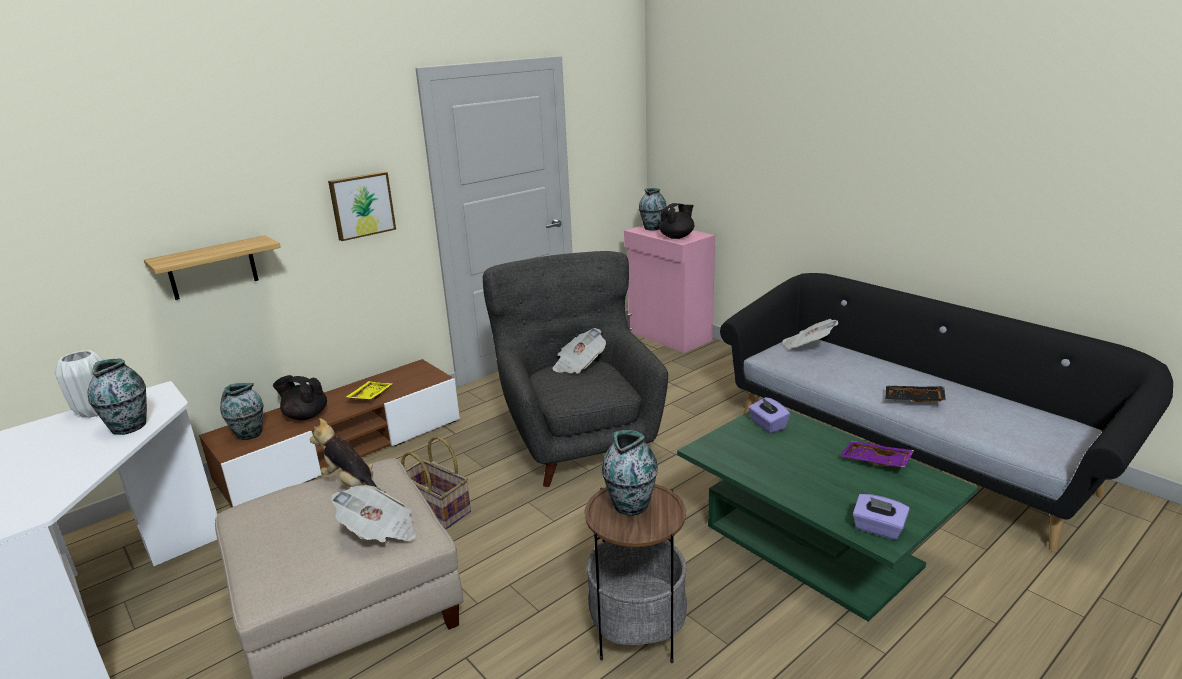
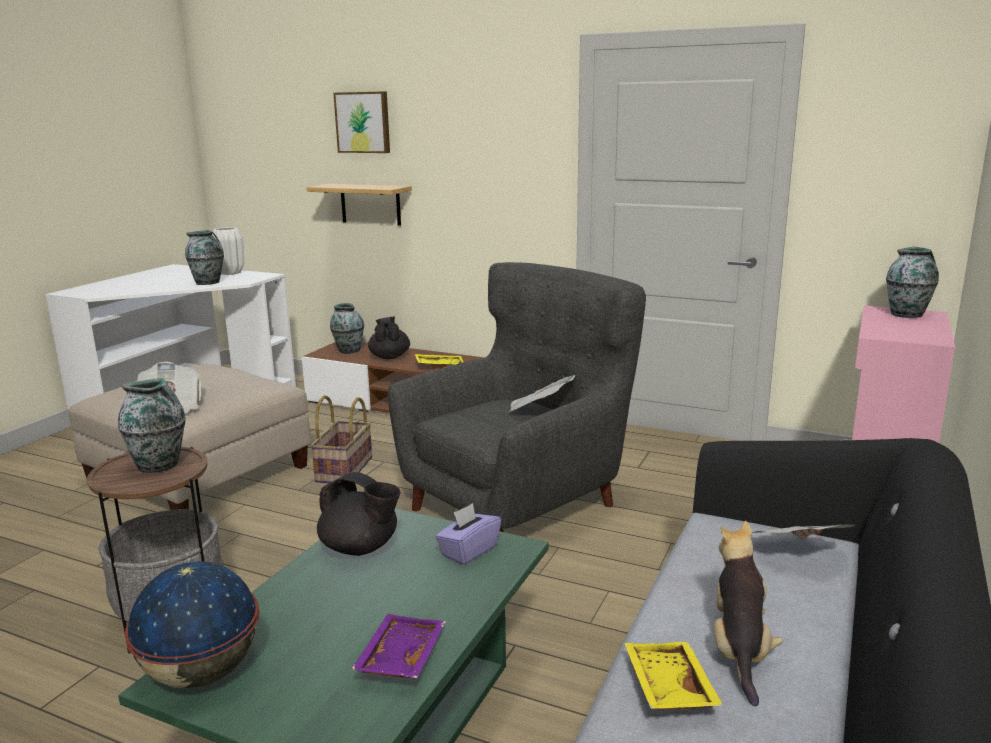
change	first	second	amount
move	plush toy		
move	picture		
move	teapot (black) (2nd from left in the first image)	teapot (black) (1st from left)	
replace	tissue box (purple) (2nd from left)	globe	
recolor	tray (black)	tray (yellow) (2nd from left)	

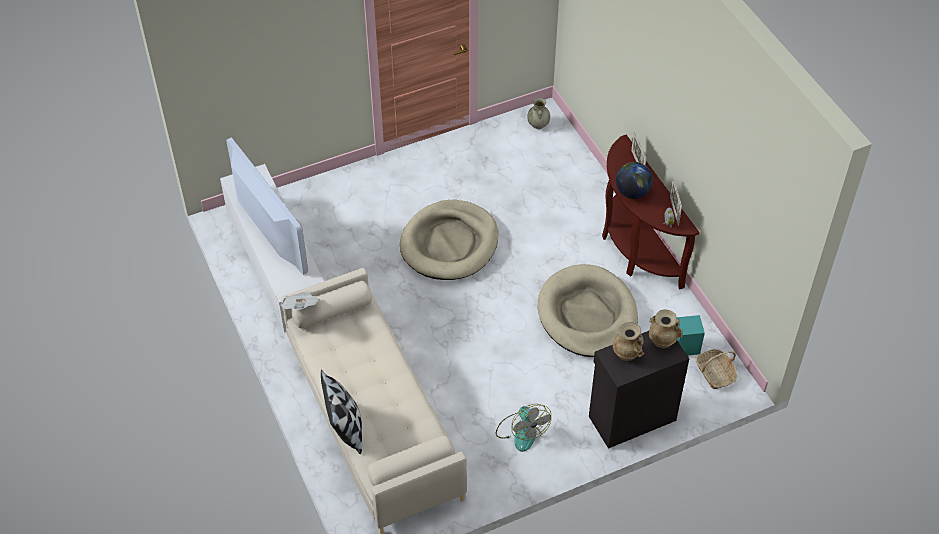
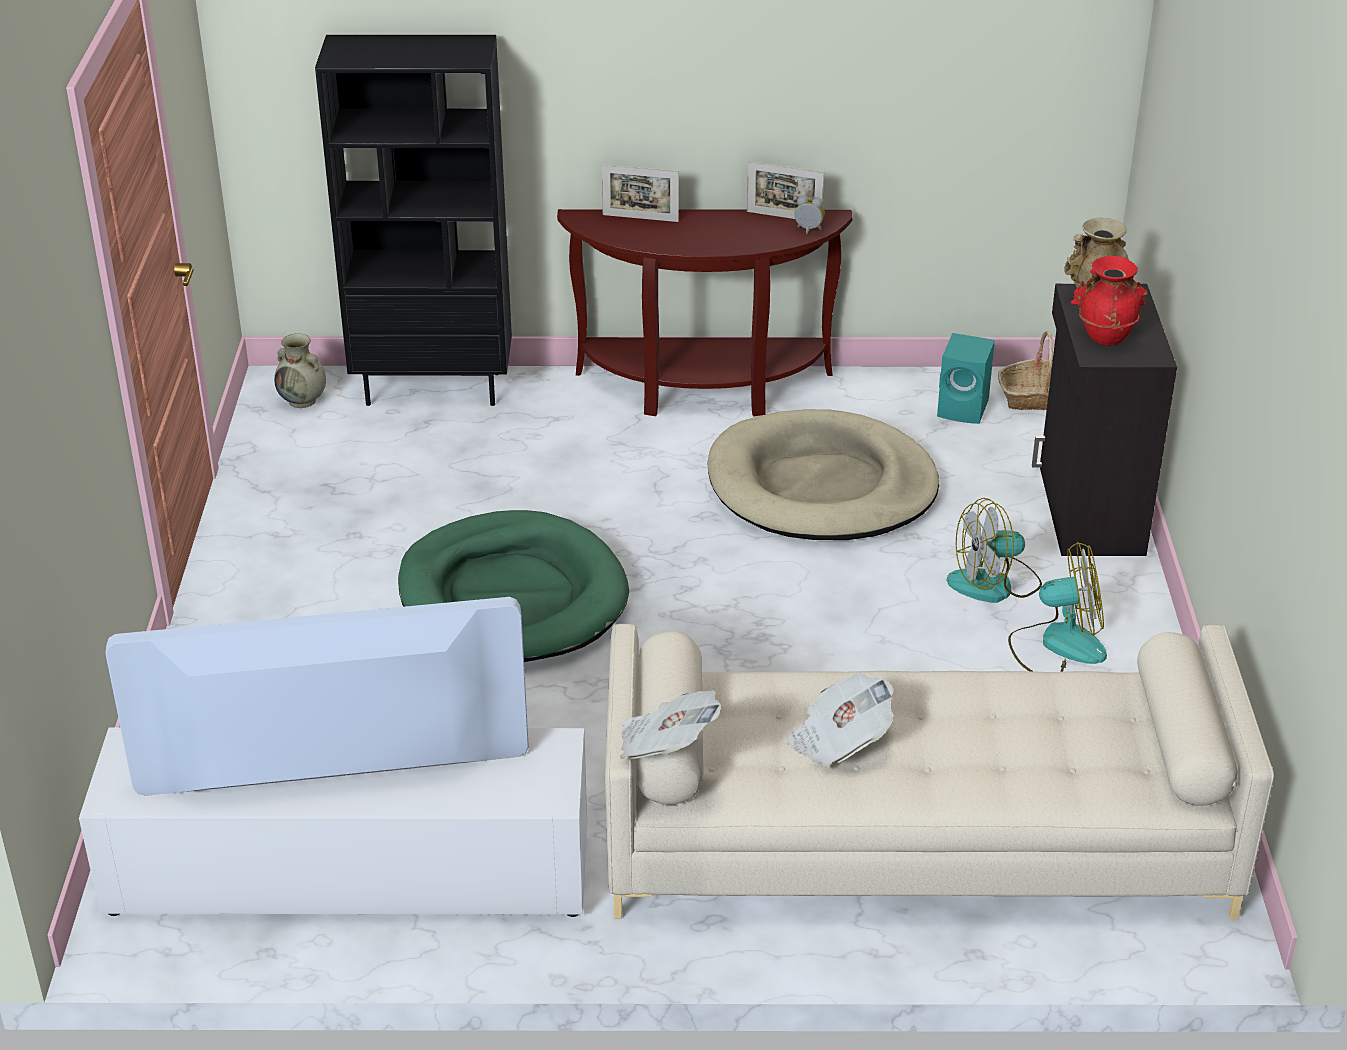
change	first	second	amount
delete	pillow		
recolor	dog bed (beige) (1st from left)	dog bed (green)	
recolor	vase (beige) (2nd from left)	vase (red)	
delete	globe		
insert		bookcase (black)	
insert		newspaper (2nd from left)	
insert		fan (1st from left)	

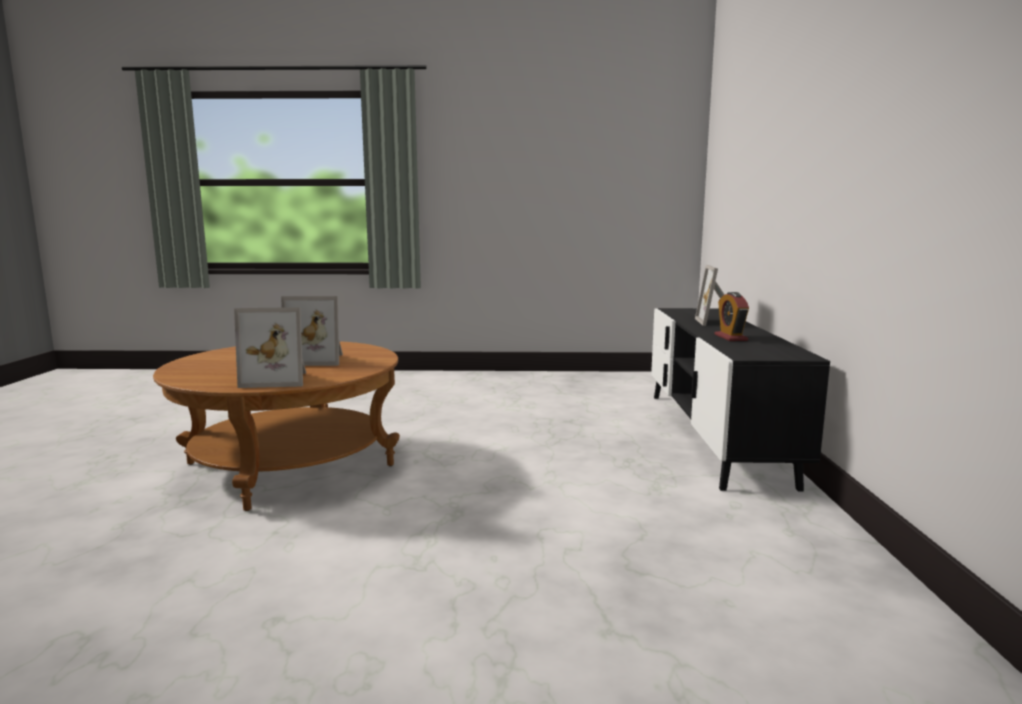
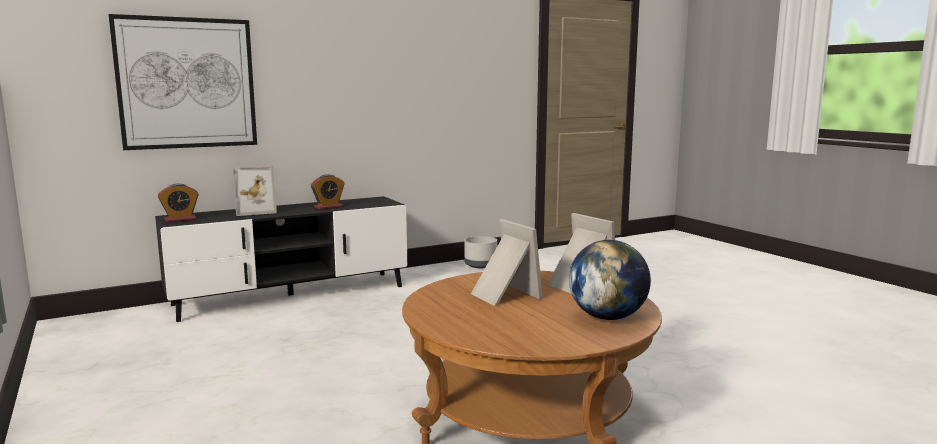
change	first	second	amount
insert		picture	
insert		alarm clock (1st from left)	
insert		planter (grey)	
insert		globe	

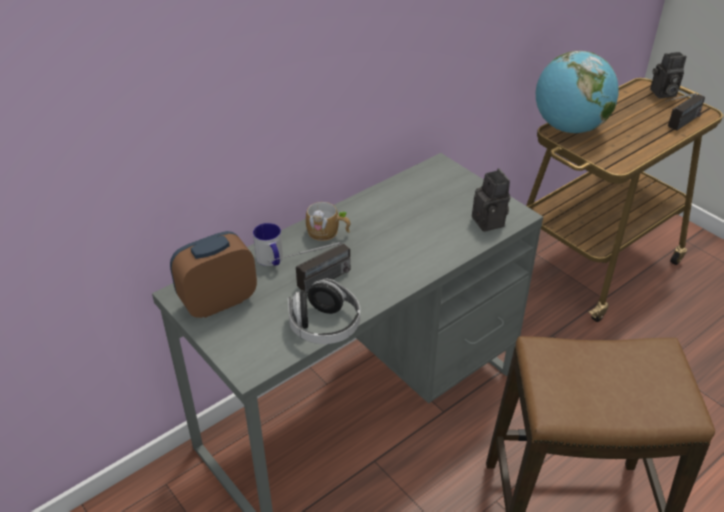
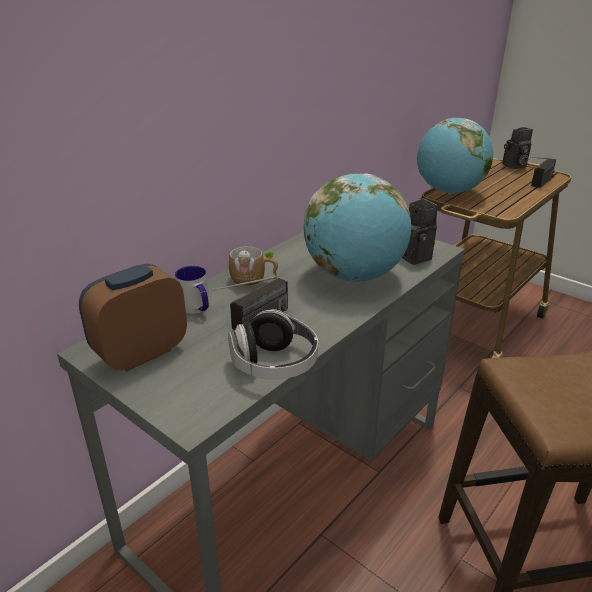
change	first	second	amount
insert		globe (1st from left)	

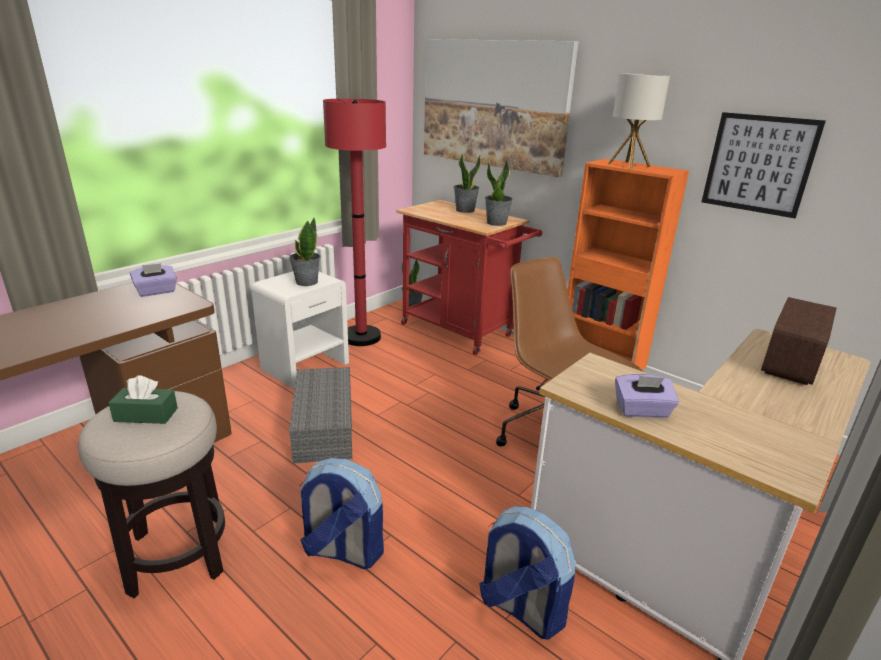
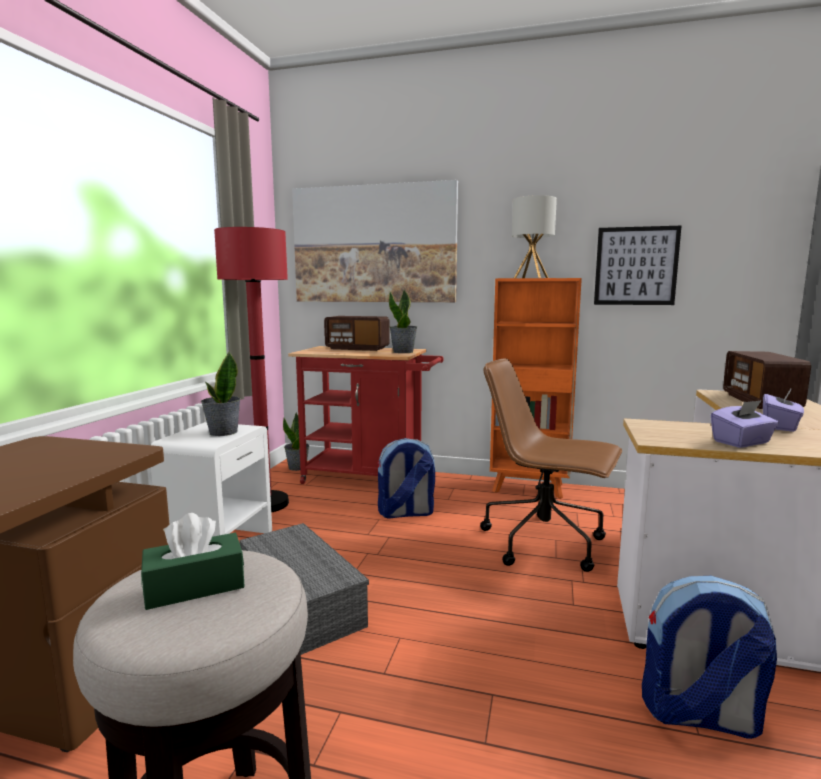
change	first	second	amount
move	tissue box (purple) (1st from left in the first image)	tissue box (purple) (2nd from left)	
move	backpack (1st from left)		
replace	potted plant (3rd from left)	radio (1st from left)	

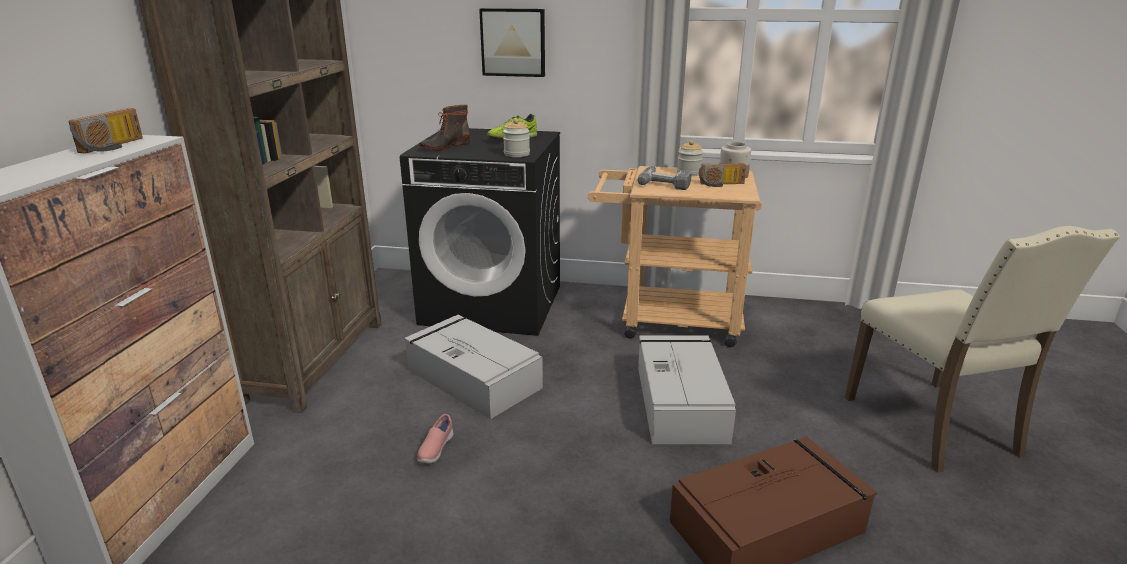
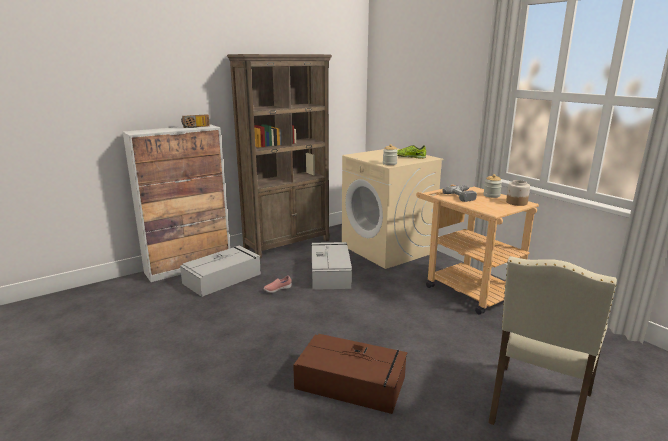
change	first	second	amount
recolor	washing machine (black)	washing machine (beige)	
delete	boot		
delete	picture		
move	storage box (grey) (2nd from left in the first image)	storage box (grey) (1st from left)	
delete	radio (2nd from left)		

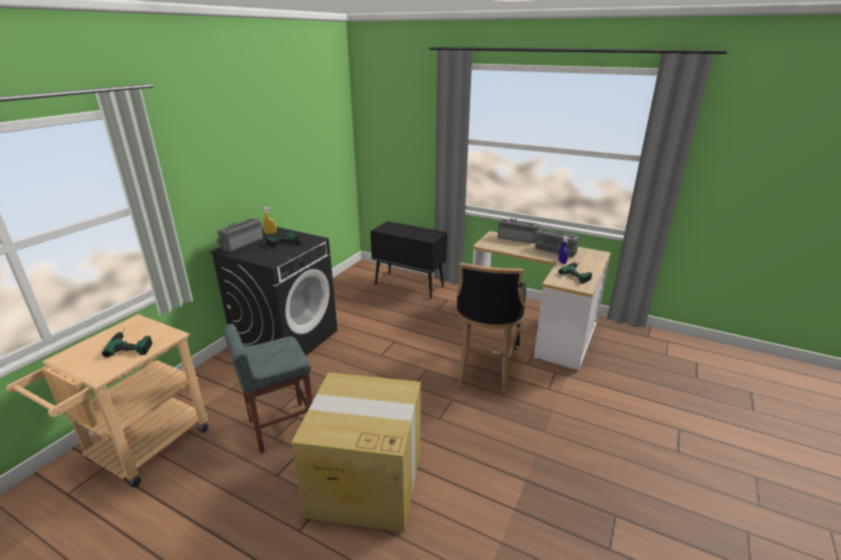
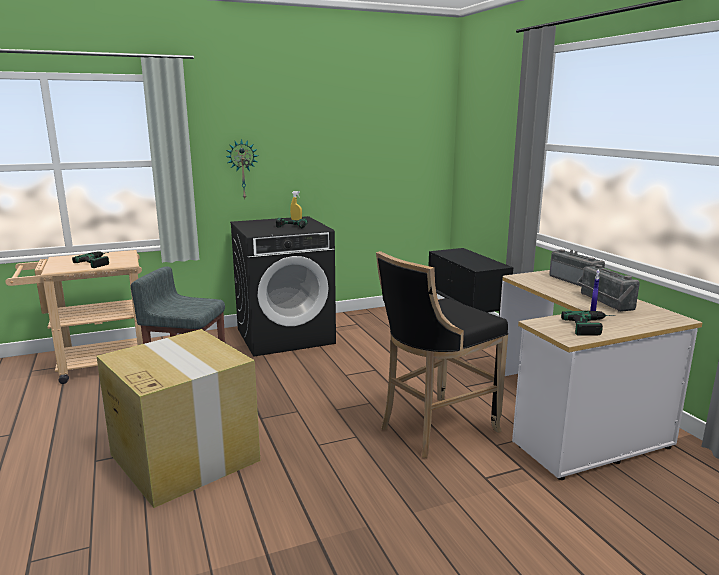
change	first	second	amount
delete	radio (1st from left)		
insert		wall clock	

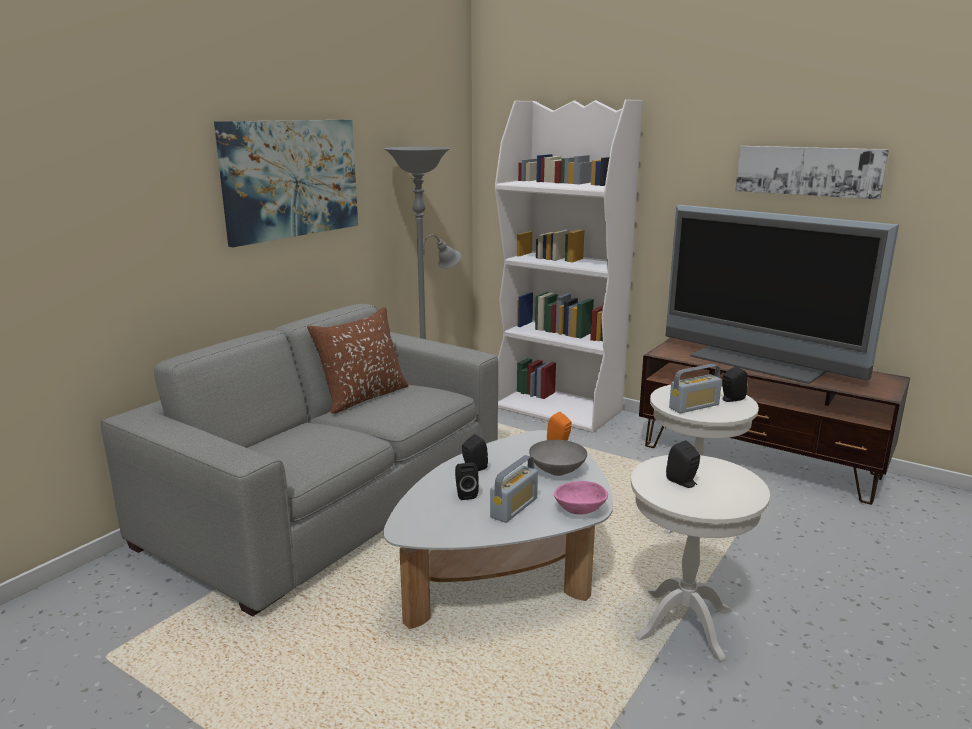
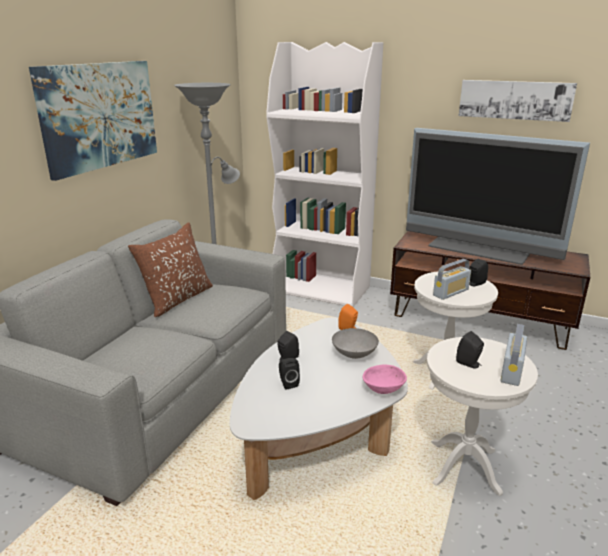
change	first	second	amount
move	radio (1st from left in the first image)	radio (2nd from left)	

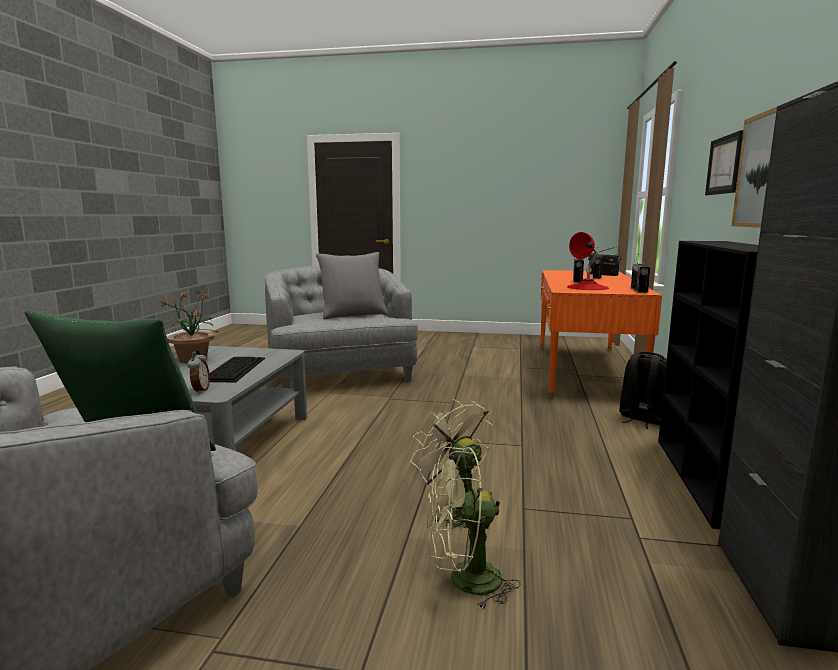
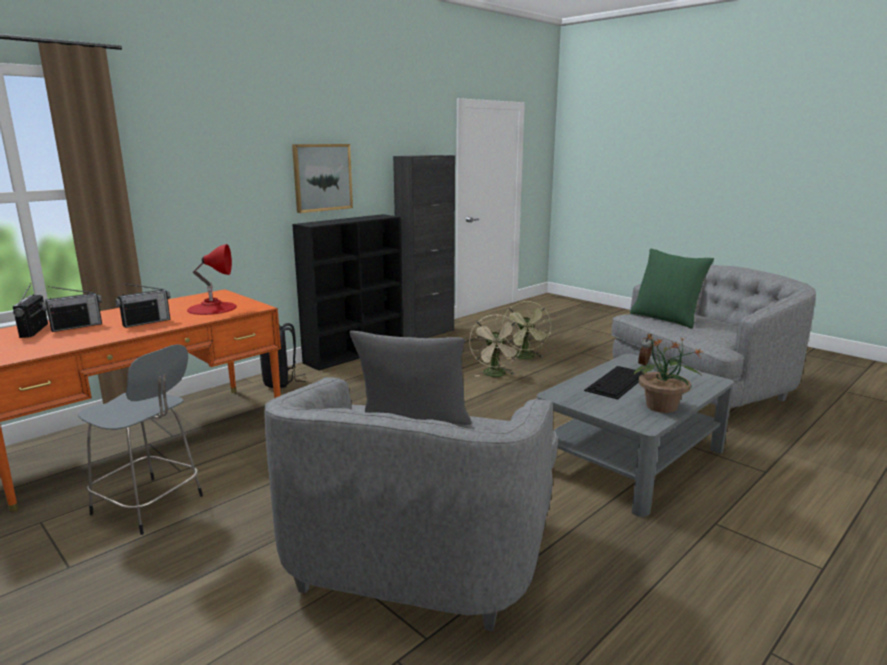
change	first	second	amount
rotate	fan (green)		60 degrees clockwise
delete	radio (4th from left)		
delete	picture (1st from left)		
insert		stool (grey)	

